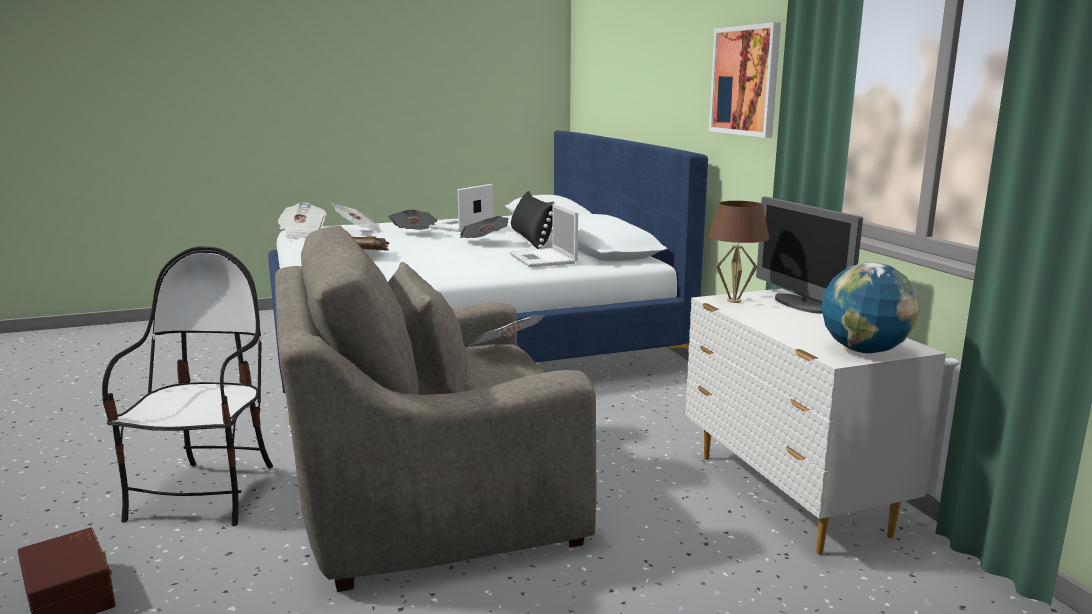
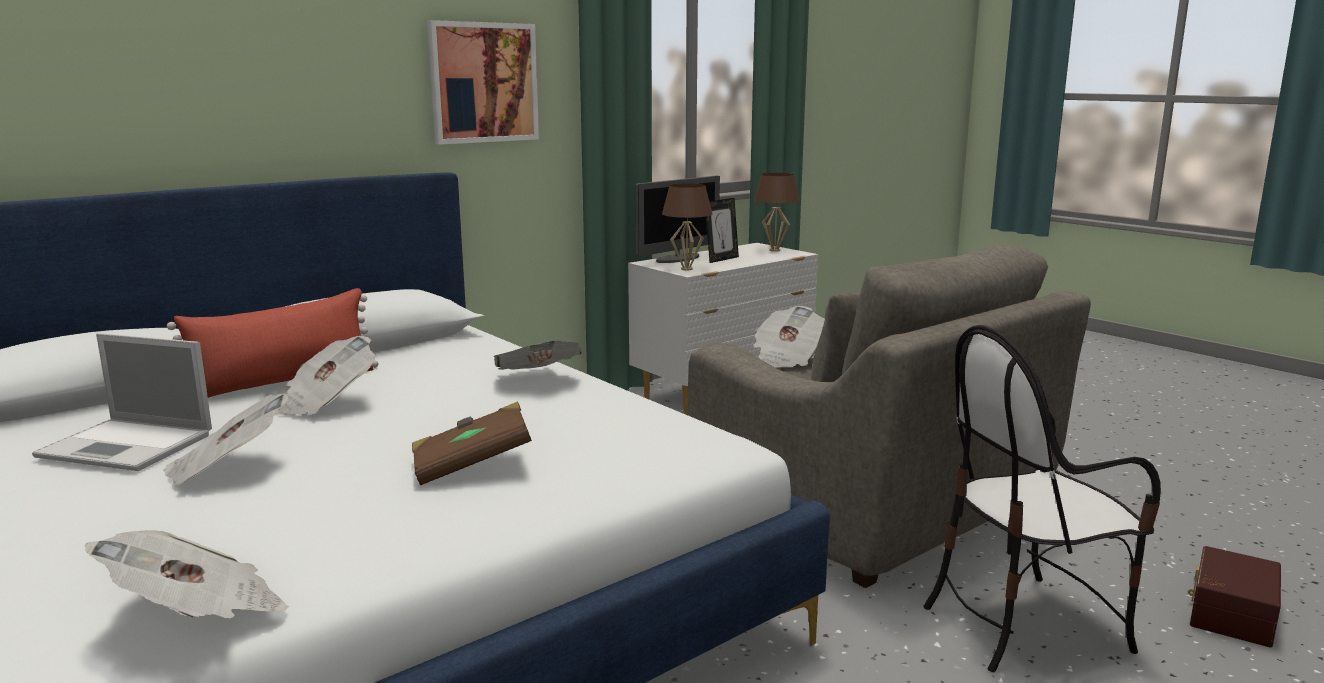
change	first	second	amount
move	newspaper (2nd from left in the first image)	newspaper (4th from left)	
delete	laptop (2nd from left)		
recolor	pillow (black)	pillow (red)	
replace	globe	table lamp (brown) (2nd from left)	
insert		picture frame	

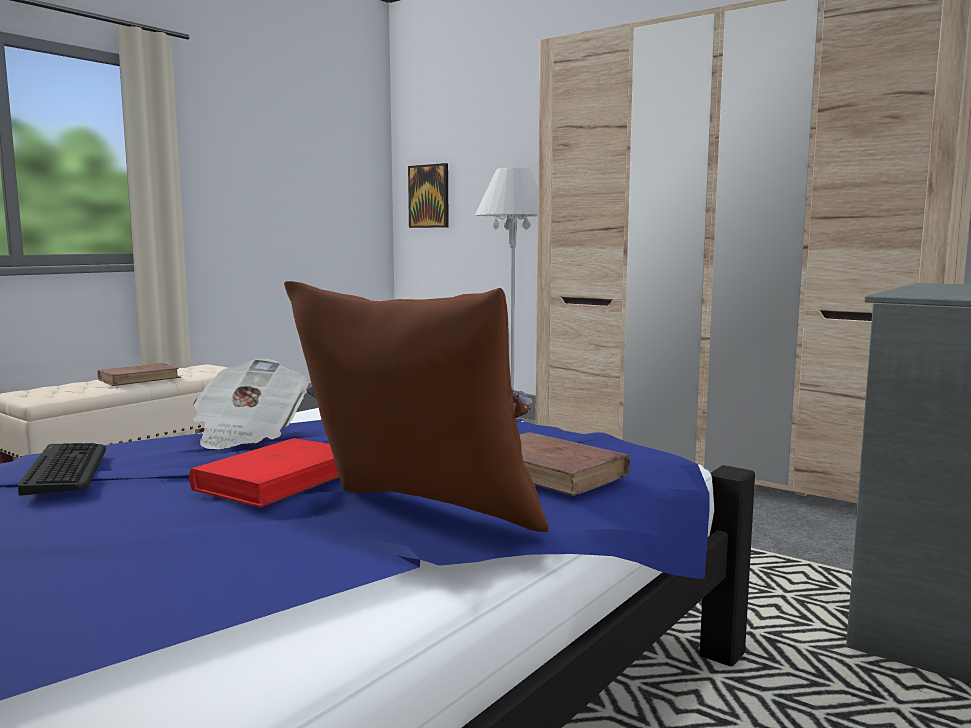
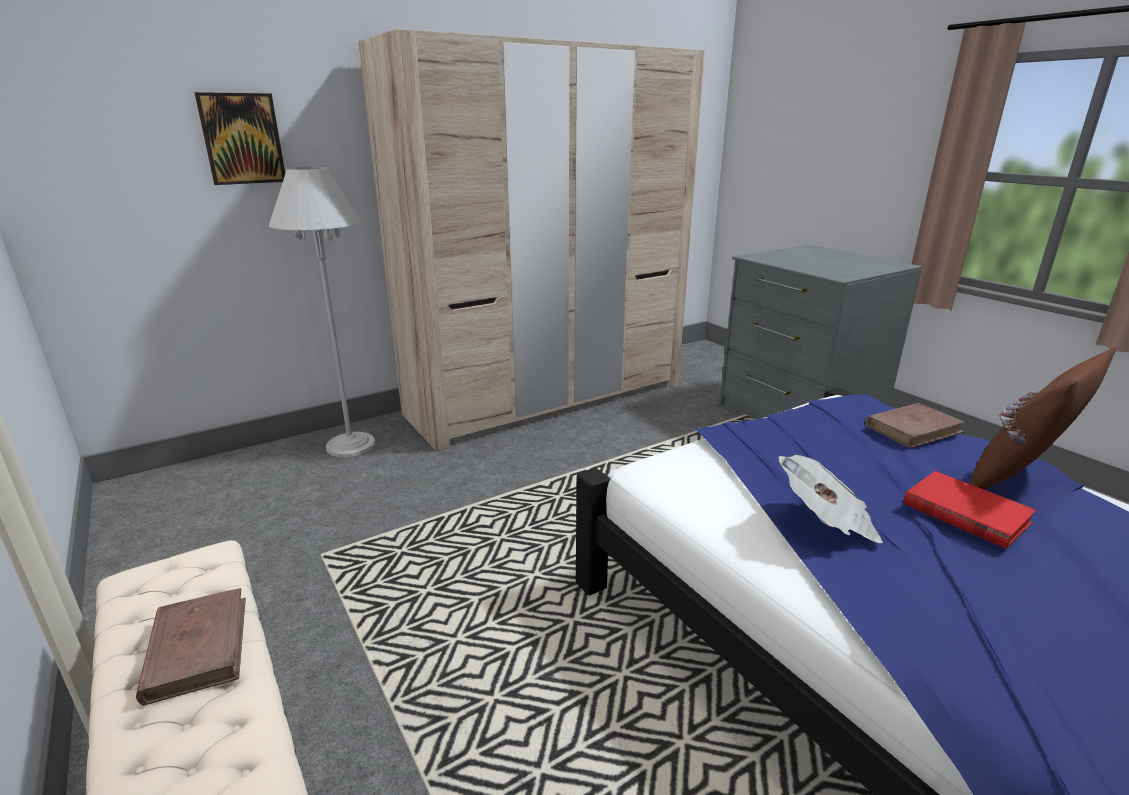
change	first	second	amount
delete	keyboard		
move	picture		

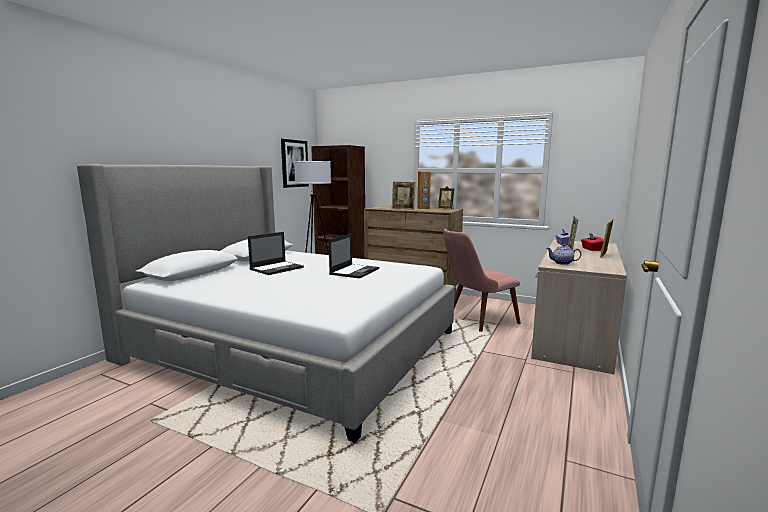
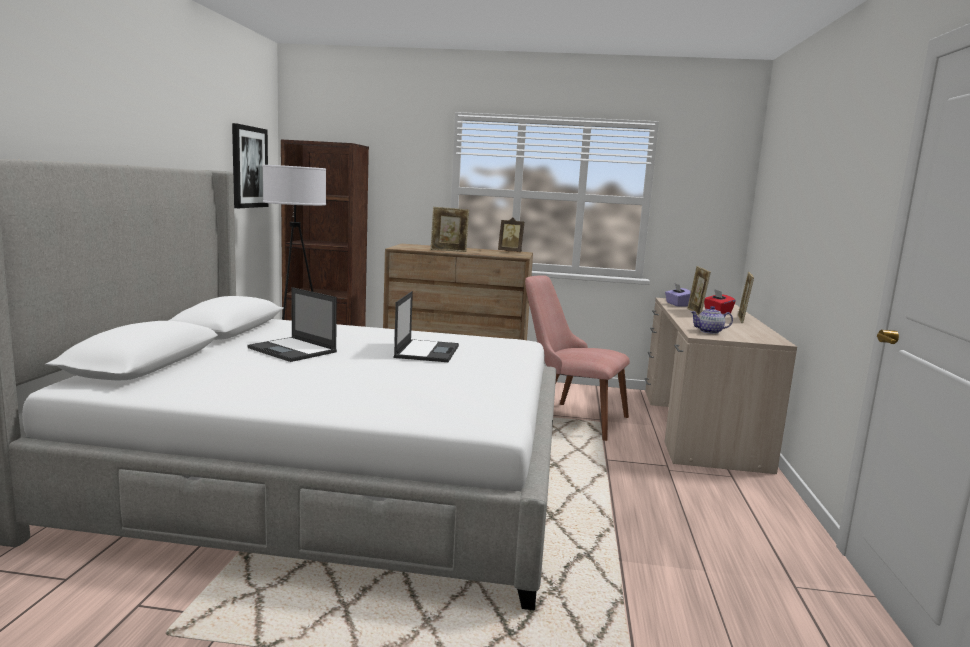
change	first	second	amount
rotate	laptop (1st from left)		105 degrees clockwise
delete	speaker (brown)		
rotate	chair (pink)		75 degrees clockwise

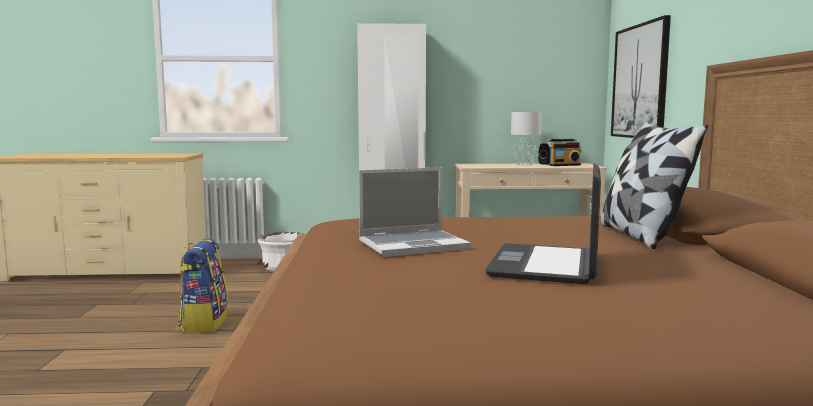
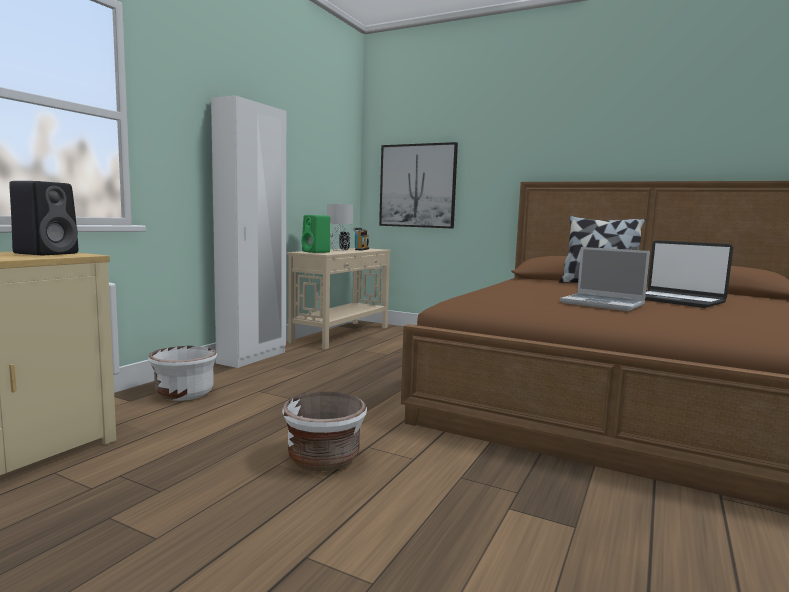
change	first	second	amount
replace	backpack	planter (white) (2nd from left)	
rotate	laptop (1st from left)		120 degrees clockwise
insert		speaker (black) (1st from left)	
insert		speaker (green)	

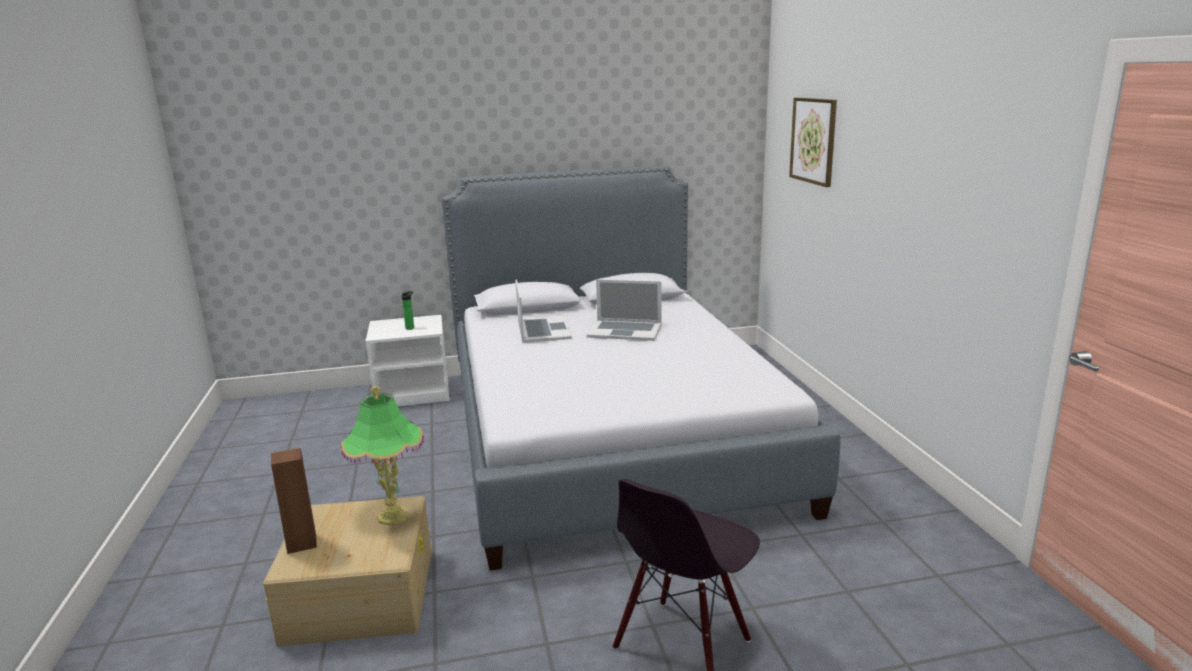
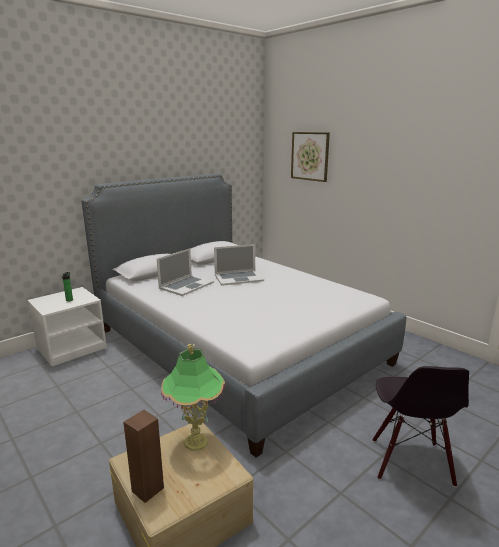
change	first	second	amount
rotate	laptop (1st from left)		75 degrees clockwise

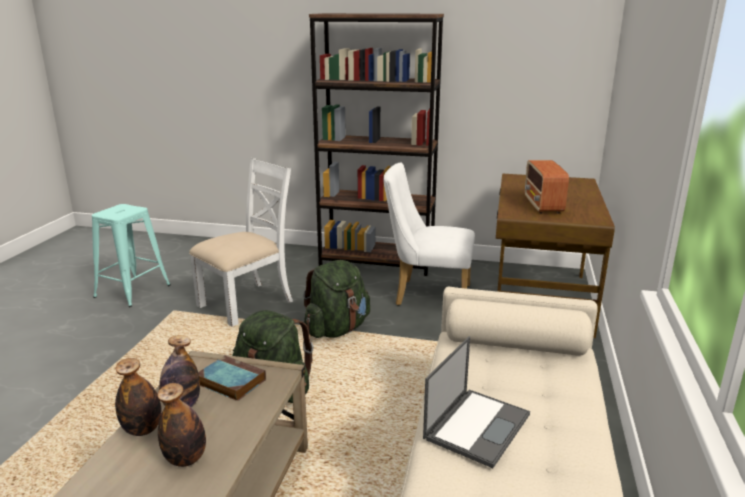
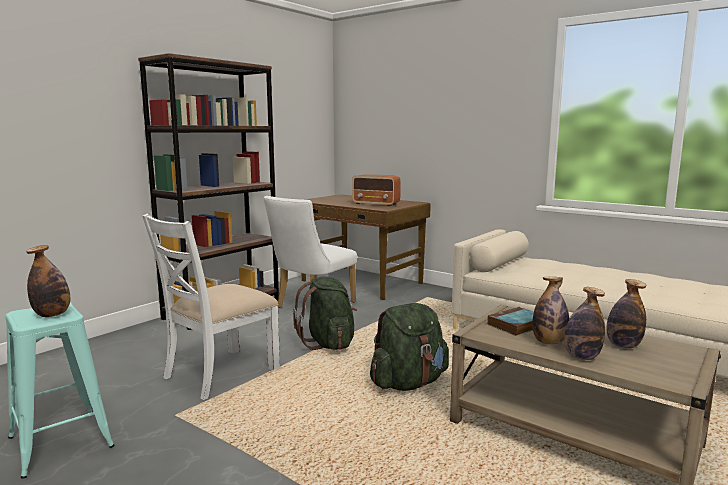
change	first	second	amount
rotate	chair (white) (1st from left)		120 degrees counterclockwise
delete	laptop		
insert		bottle (1st from left)	

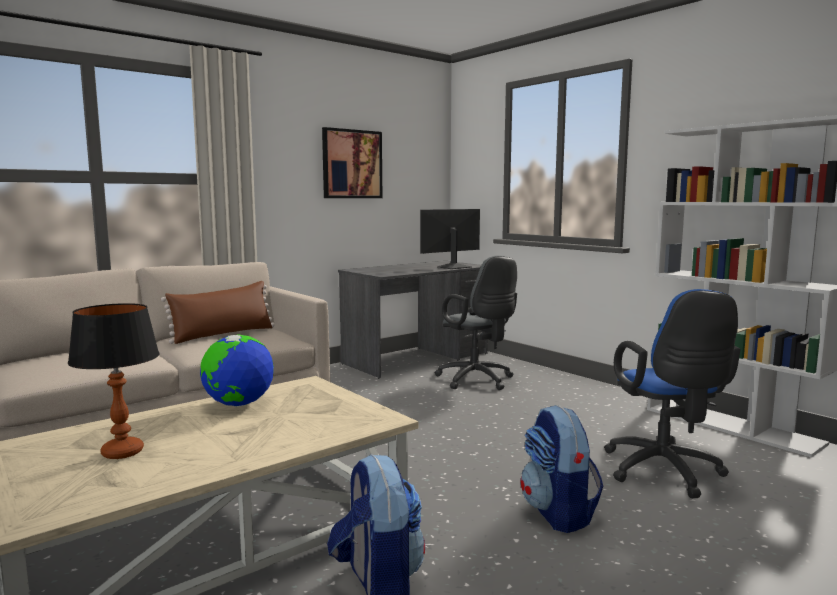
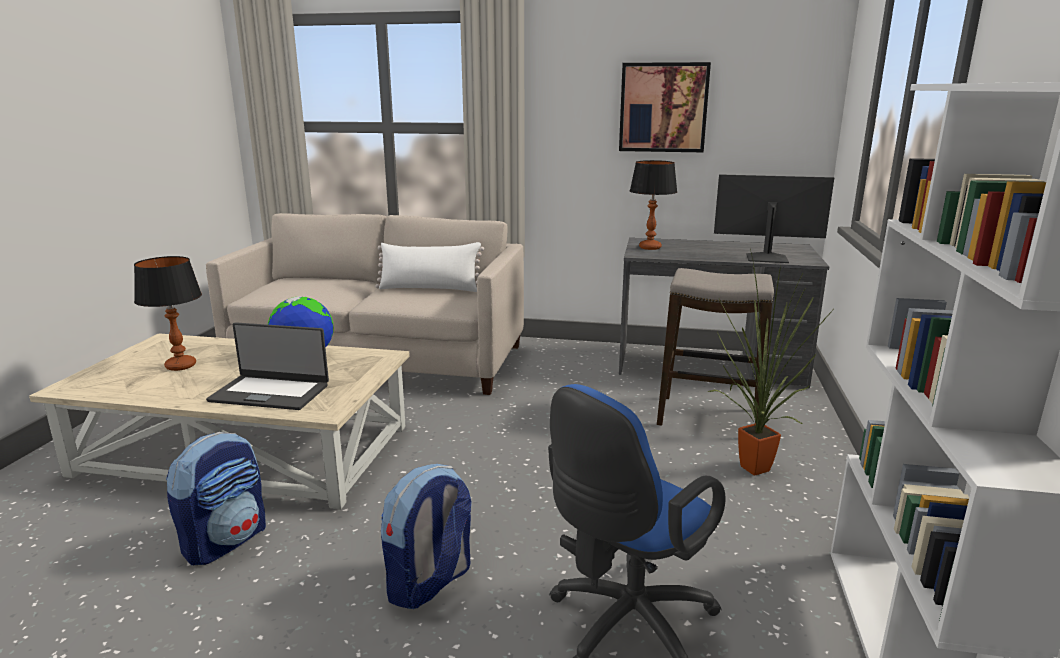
change	first	second	amount
recolor	pillow (brown)	pillow (white)	
replace	office chair (grey)	stool	
insert		laptop	
insert		table lamp (2nd from left)	
insert		potted plant	

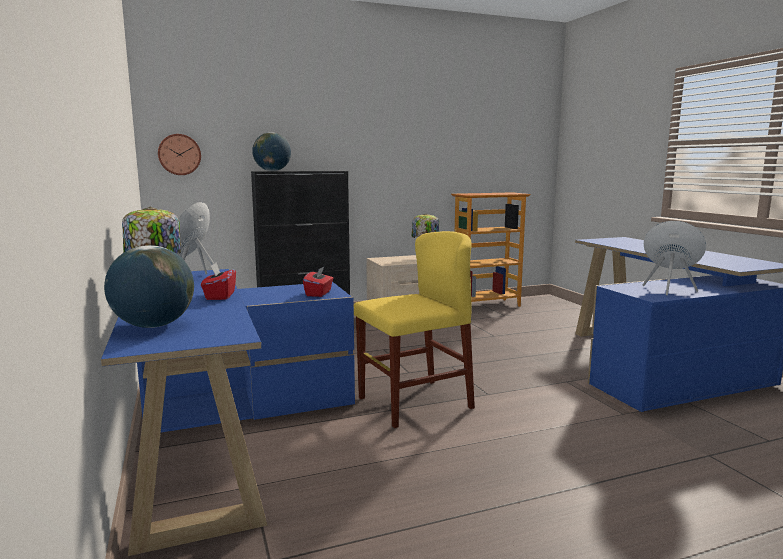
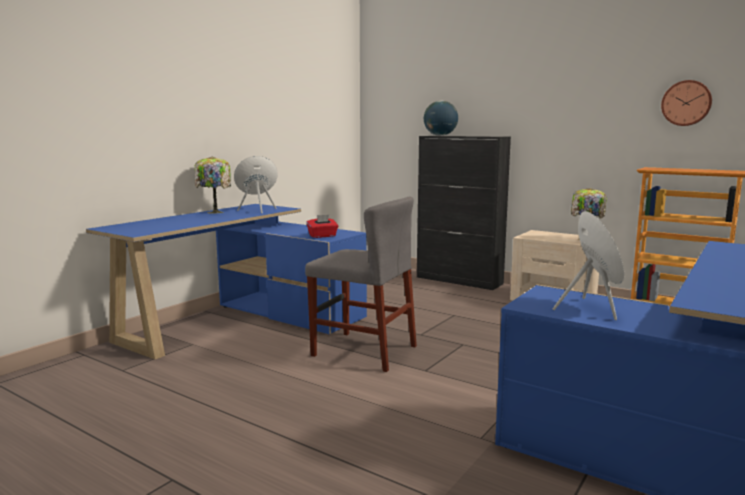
change	first	second	amount
delete	globe (1st from left)		
move	wall clock		
delete	tissue box (red) (1st from left)		
recolor	chair (yellow)	chair (grey)	

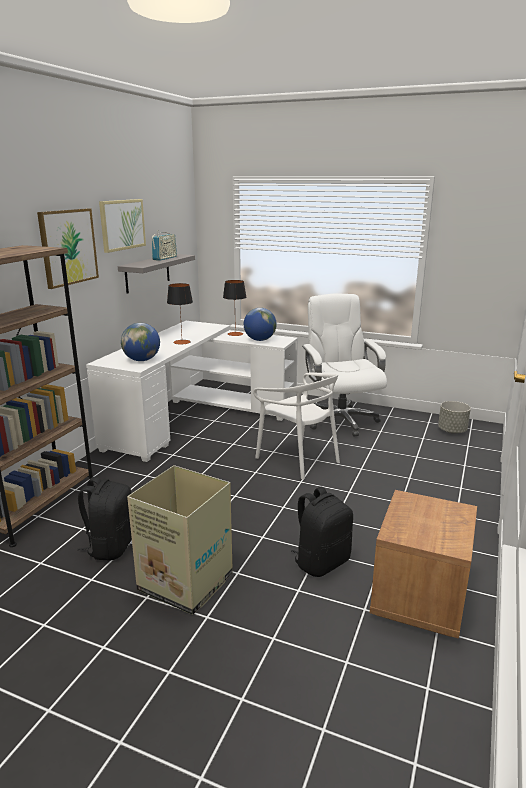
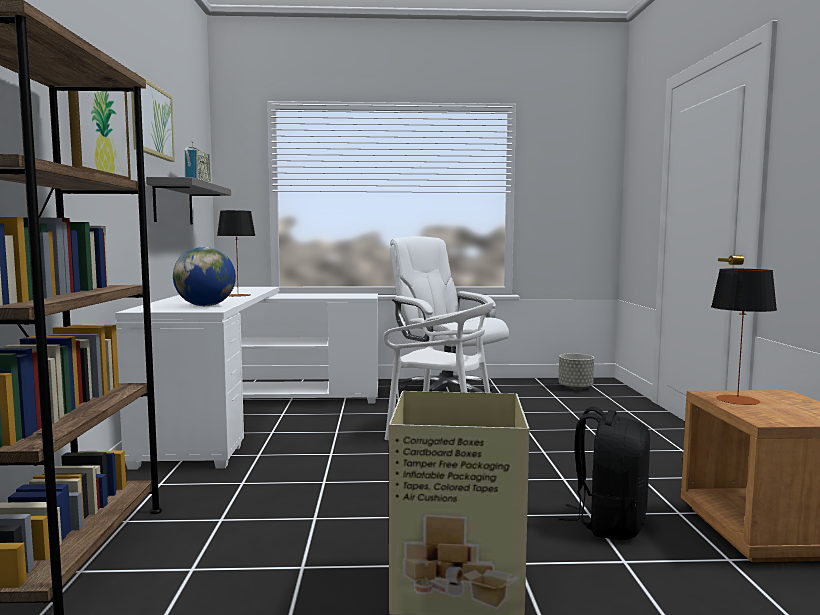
change	first	second	amount
delete	backpack (black) (1st from left)		
move	table lamp (2nd from left)		
delete	globe (2nd from left)		

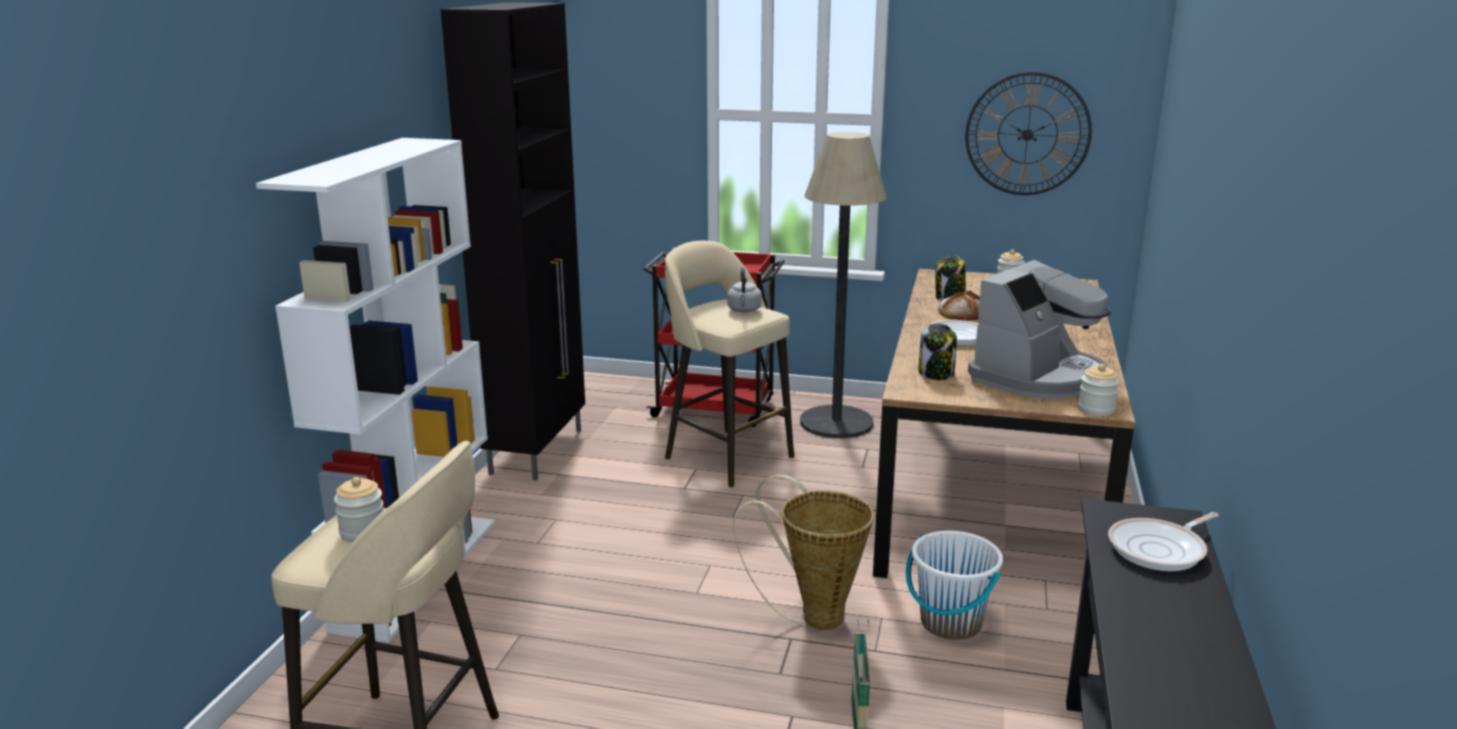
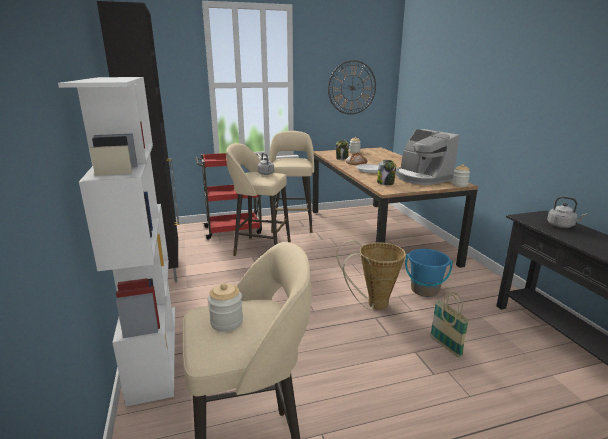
change	first	second	amount
replace	floor lamp	stool (beige) (3rd from left)	
recolor	bucket (white)	bucket (blue)	
rotate	coffee machine		135 degrees clockwise
replace	frying pan (2nd from left)	kettle (grey) (2nd from left)	

